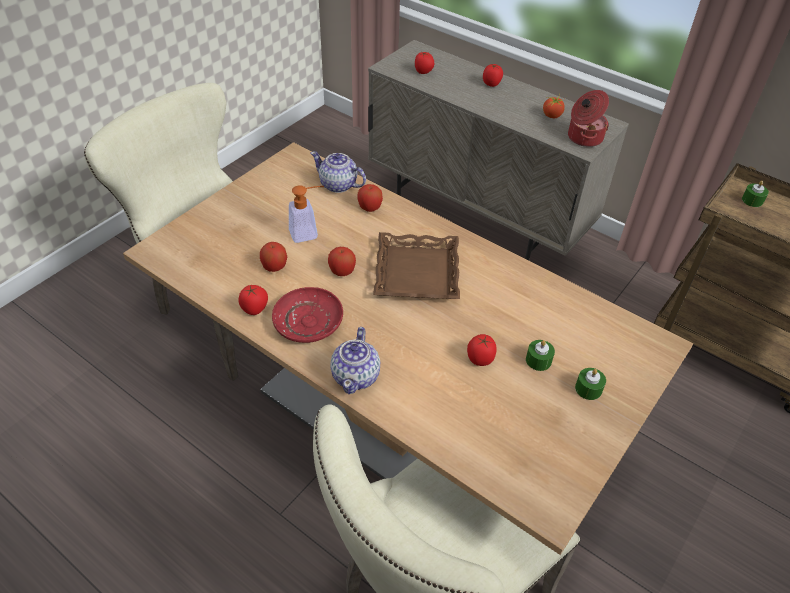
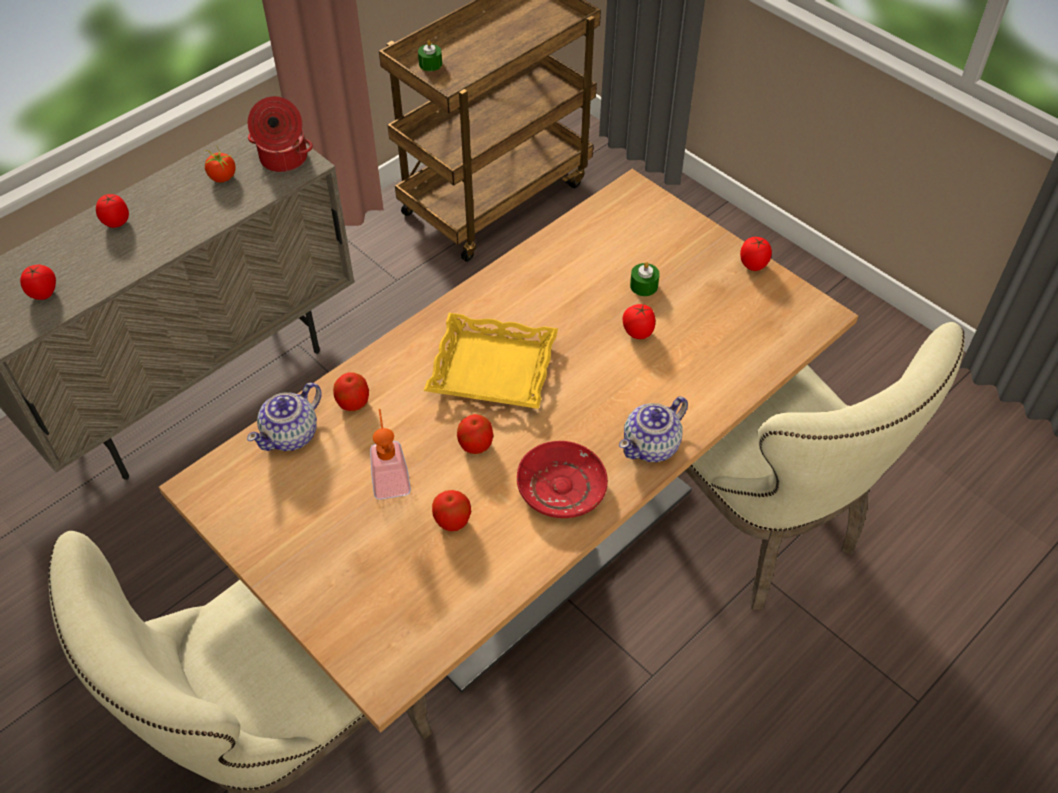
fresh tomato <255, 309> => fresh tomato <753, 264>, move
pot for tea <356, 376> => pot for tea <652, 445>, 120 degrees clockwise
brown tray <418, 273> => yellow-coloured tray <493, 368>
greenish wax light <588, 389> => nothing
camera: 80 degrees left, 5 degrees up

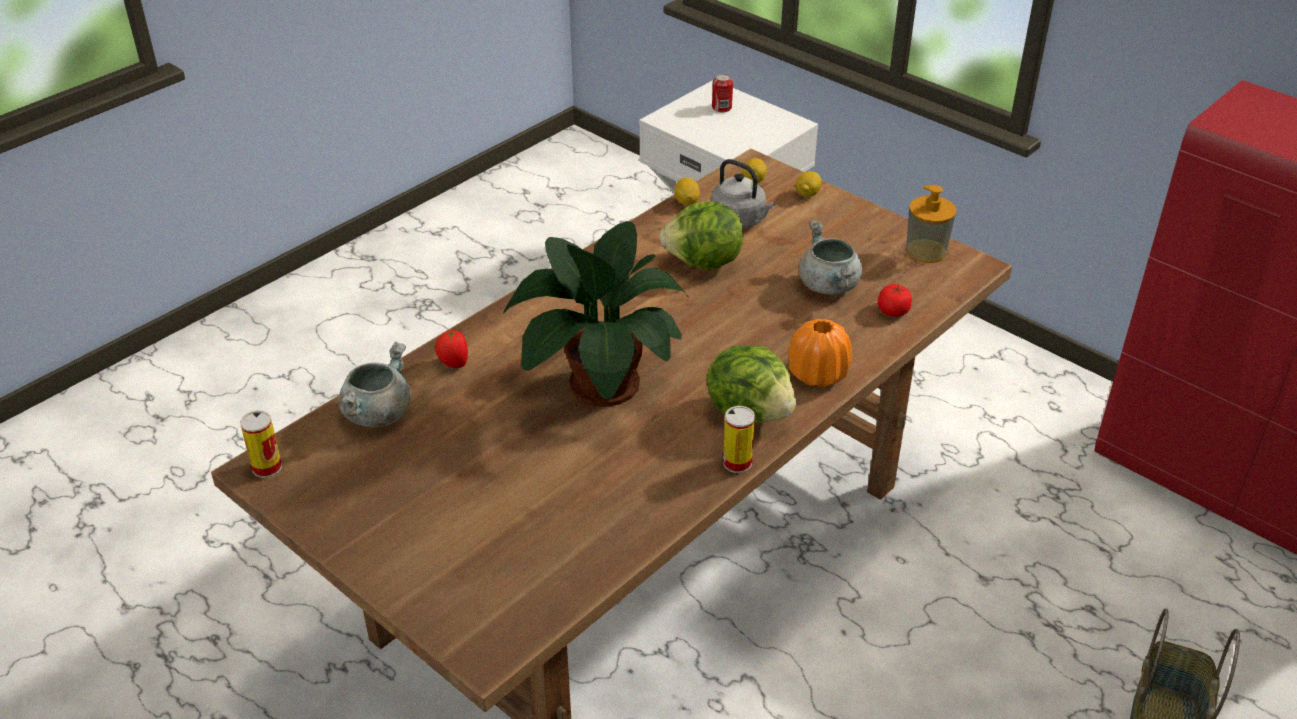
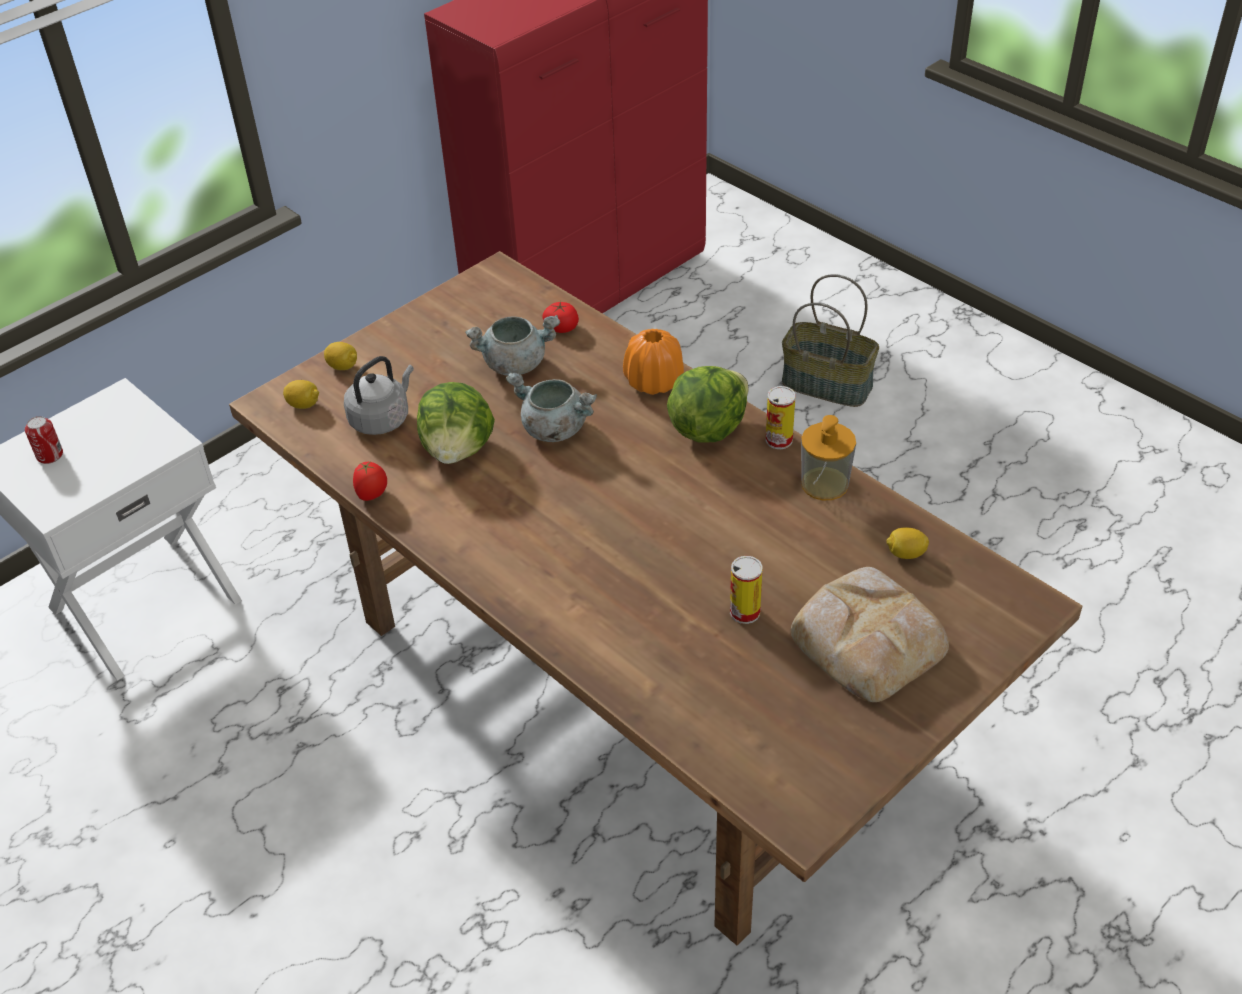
sealed can <267, 467> => sealed can <745, 612>, move
grey cooking pot <377, 413> => grey cooking pot <553, 429>, move
fresh tomato <453, 364> => fresh tomato <372, 495>, move
houseplant <598, 386> => nothing
citrus fruit <686, 202> => citrus fruit <905, 554>, move
soap bottle <926, 251> => soap bottle <824, 484>, move
nothing => baked bread <867, 638>
camera: 85 degrees left, 5 degrees up

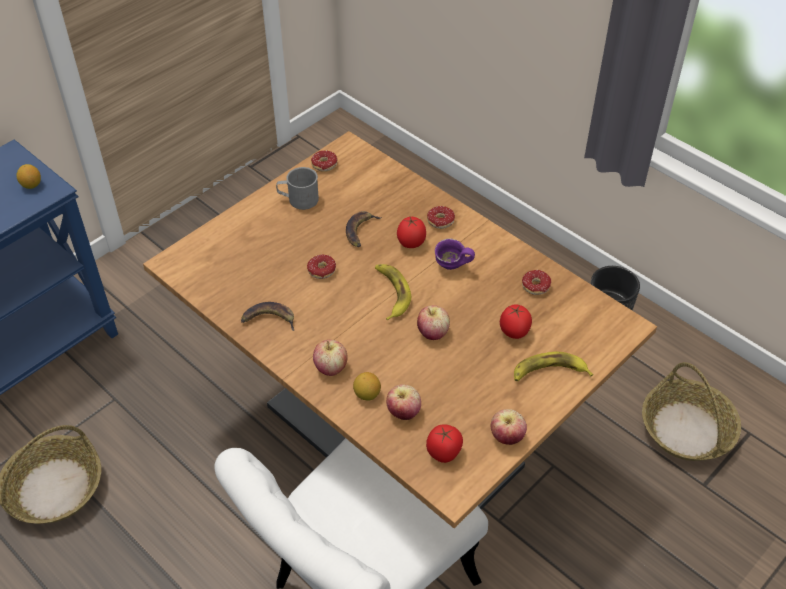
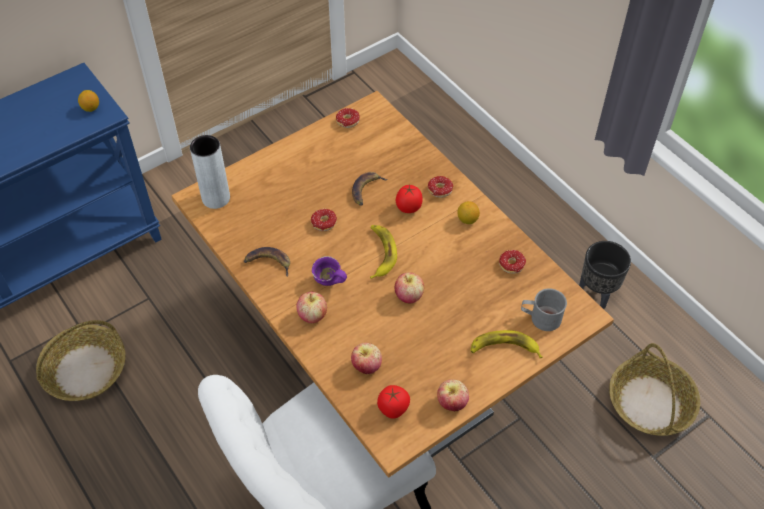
grey mug <298, 199> => grey mug <540, 318>, move
citrus fruit <367, 394> => citrus fruit <467, 220>, move
purple mug <451, 268> => purple mug <328, 283>, move
fresh tomato <514, 332> => nothing
nothing => grey vase <216, 198>
camera: 10 degrees right, 5 degrees up

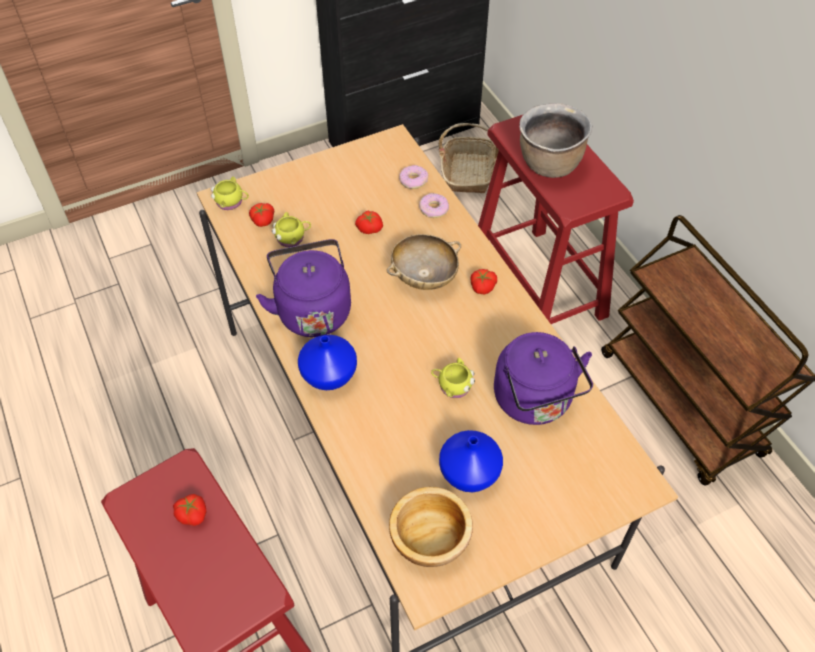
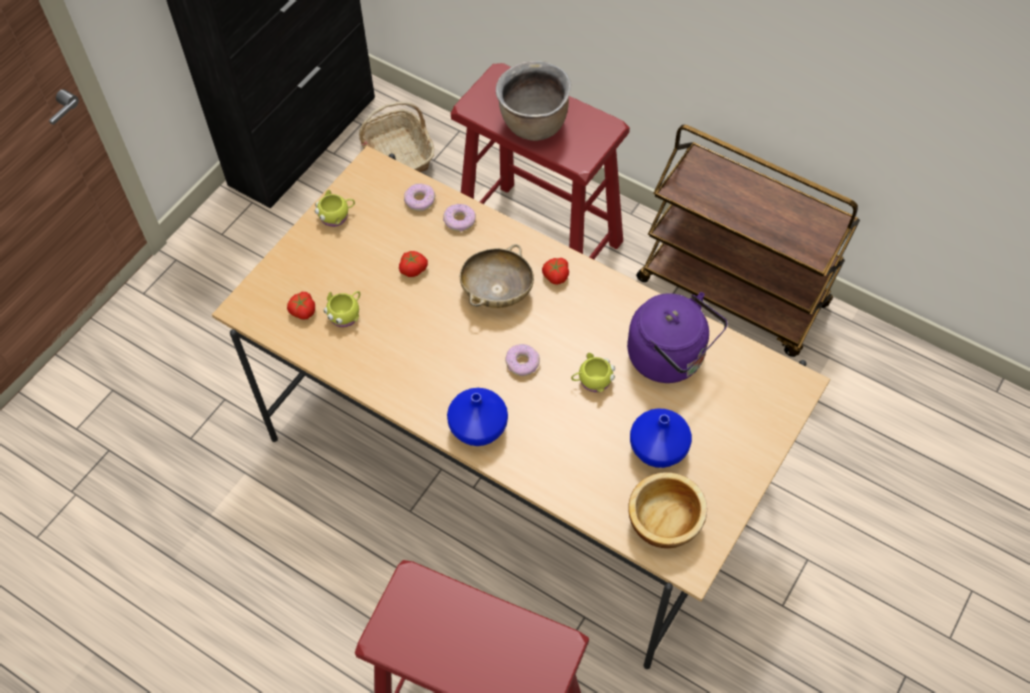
fresh tomato <192, 514> => nothing
yellow-coloured mug <231, 202> => yellow-coloured mug <336, 216>, move
purple tea kettle <312, 309> => nothing
nothing => ring doughnut <522, 363>
camera: 30 degrees left, 5 degrees up

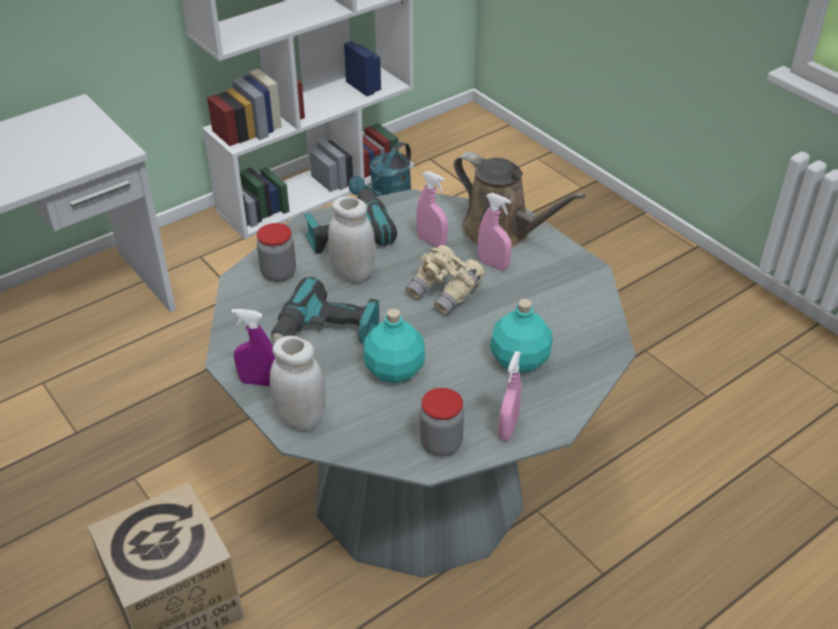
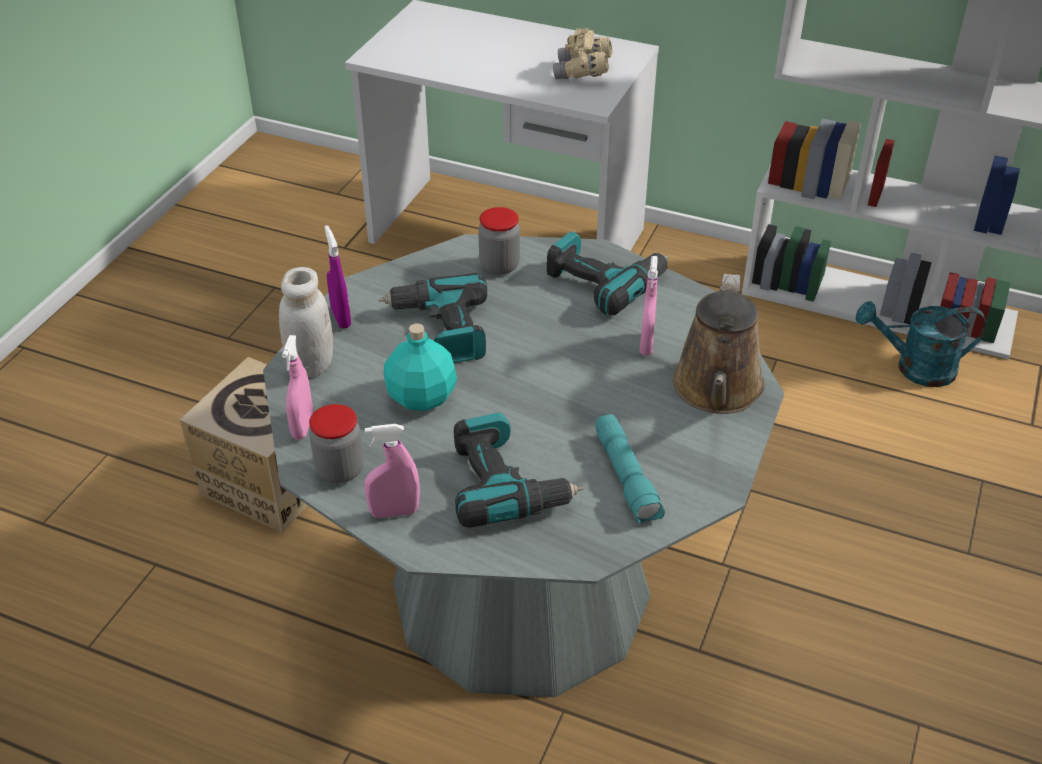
white jar <353, 274> => nothing
sand-coloured field glasses <445, 292> => sand-coloured field glasses <582, 73>, move
pinkish hand sprayer <493, 264> => pinkish hand sprayer <302, 427>, move
turquoise-coloured bottle <520, 361> => drill <506, 484>
nothing => turquoise-coloured hand torch <627, 478>
camera: 60 degrees right, 0 degrees up

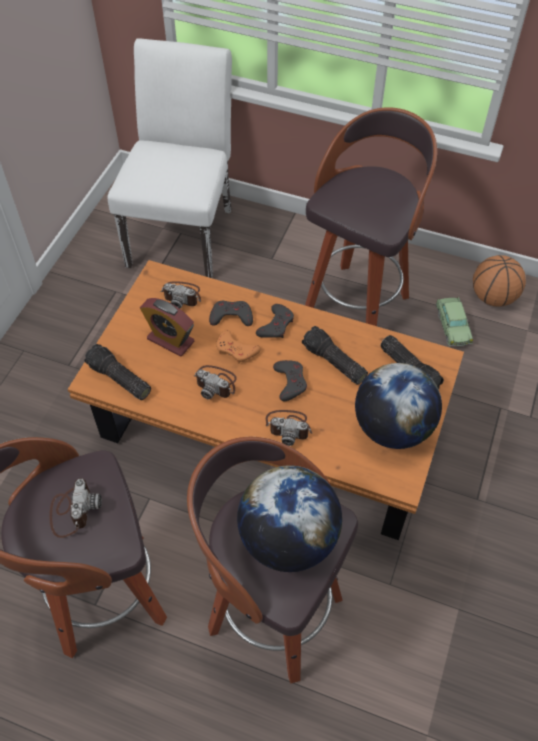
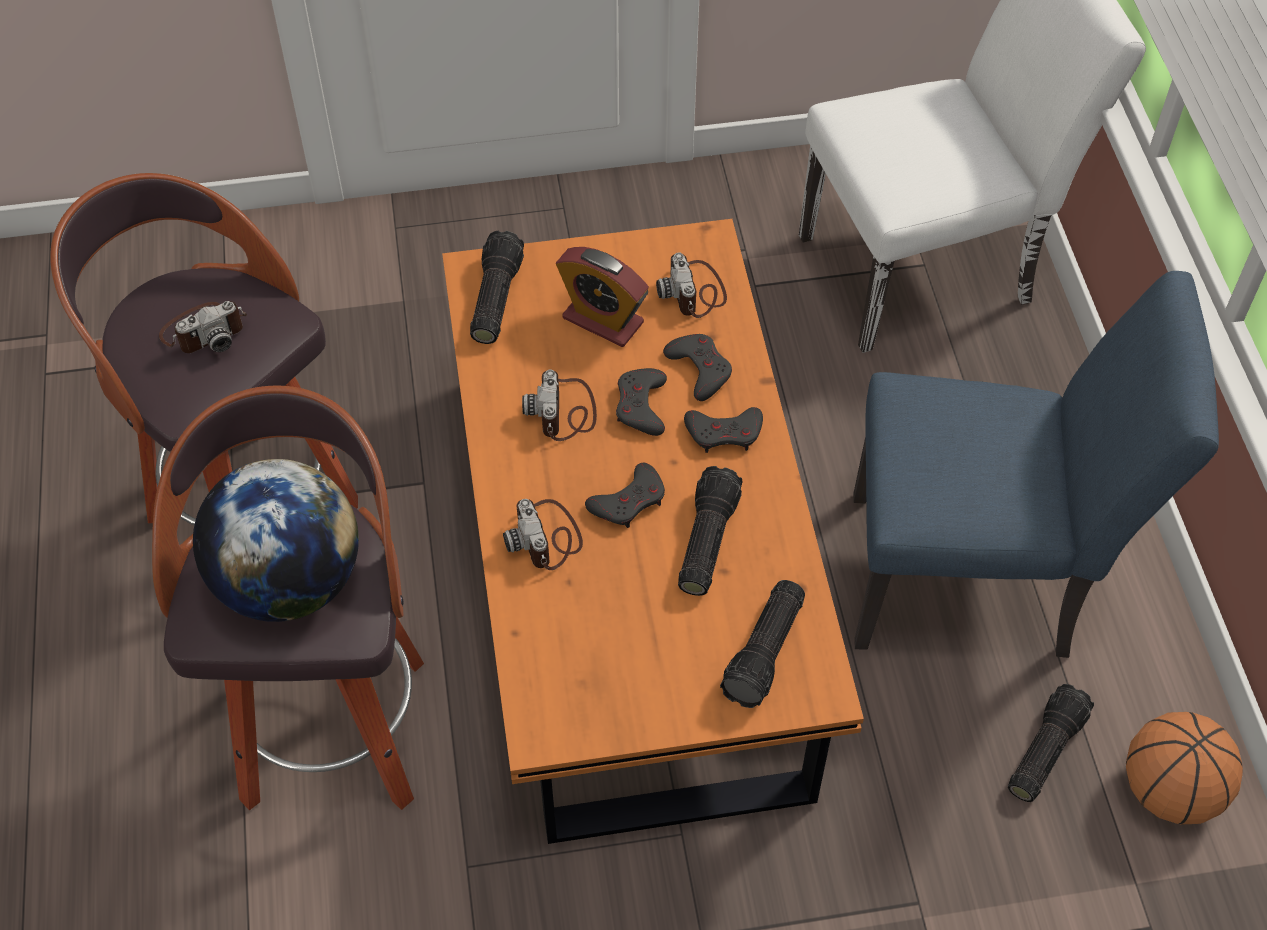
bedside clock <170, 340> => bedside clock <603, 320>, 60 degrees counterclockwise
orangey game controller <236, 350> => grey game controller <641, 406>
stool seat <357, 302> => blue-coloured chair <980, 577>
desk globe <392, 428> => nothing
toy car <452, 326> => hand torch <1043, 749>
camera: 60 degrees right, 0 degrees up

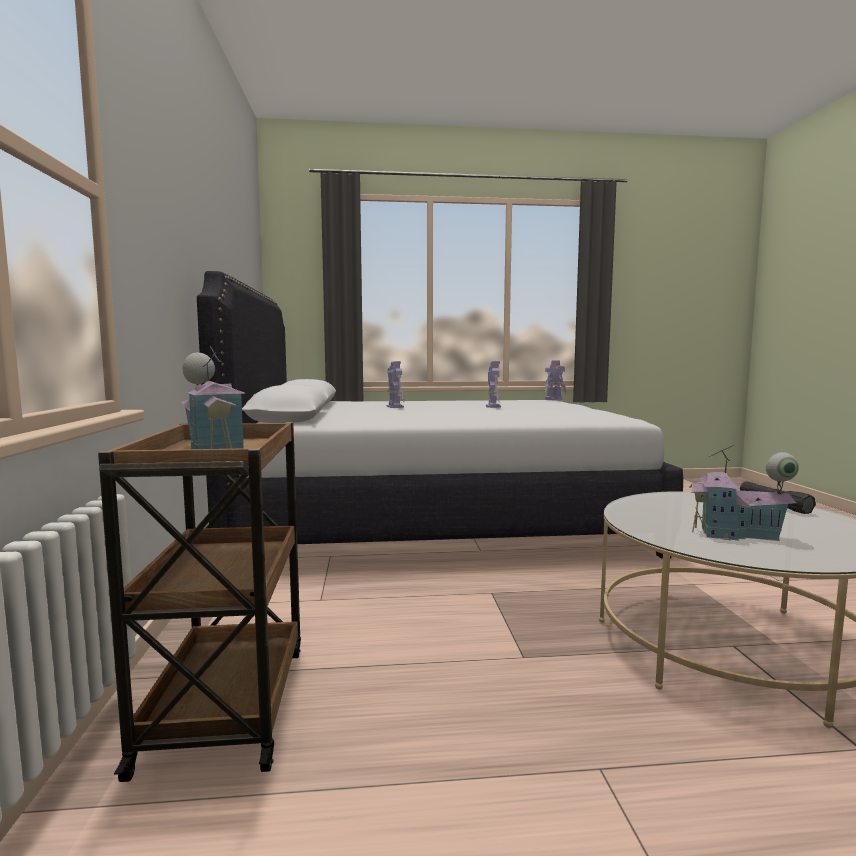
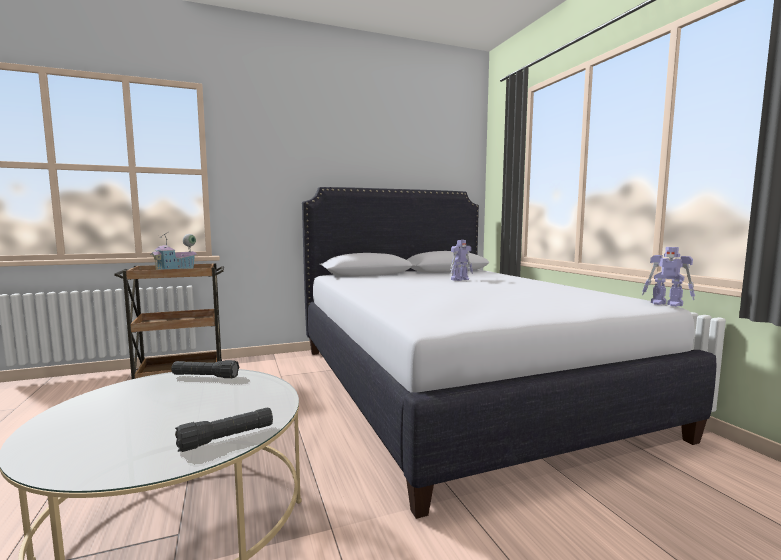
robot figure <493, 406> => nothing
toy house <738, 535> => nothing
nothing => black-coloured hand torch <205, 377>
camera: 75 degrees right, 0 degrees up

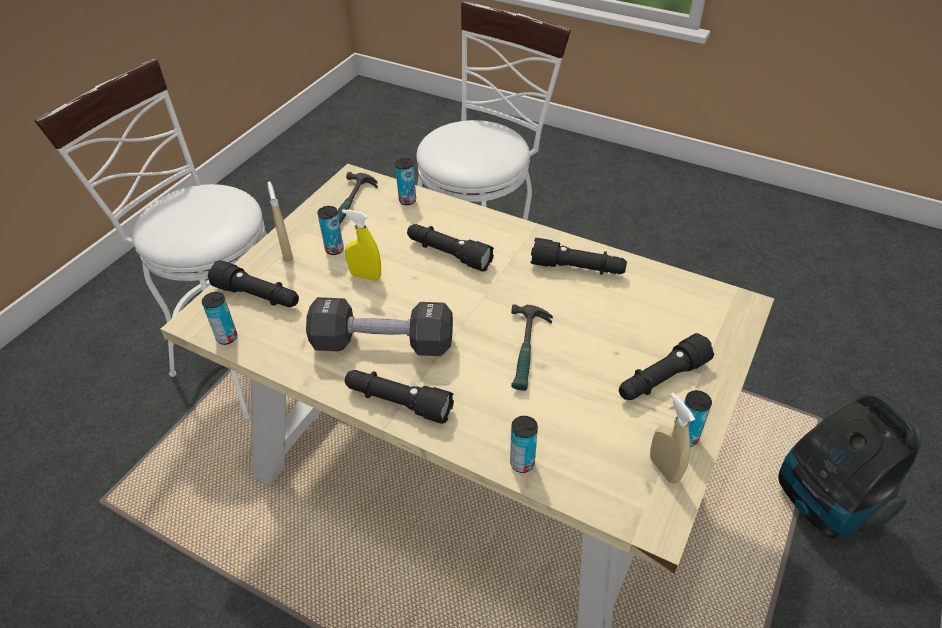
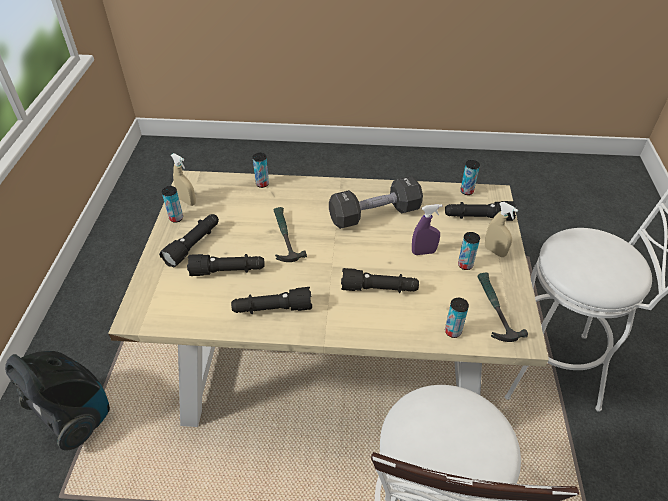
yellow-coloured hand sprayer <365, 276> => purple hand sprayer <423, 252>
black-coloured hand torch <398, 402> => black-coloured hand torch <228, 271>, move
camera: 155 degrees right, 0 degrees up

